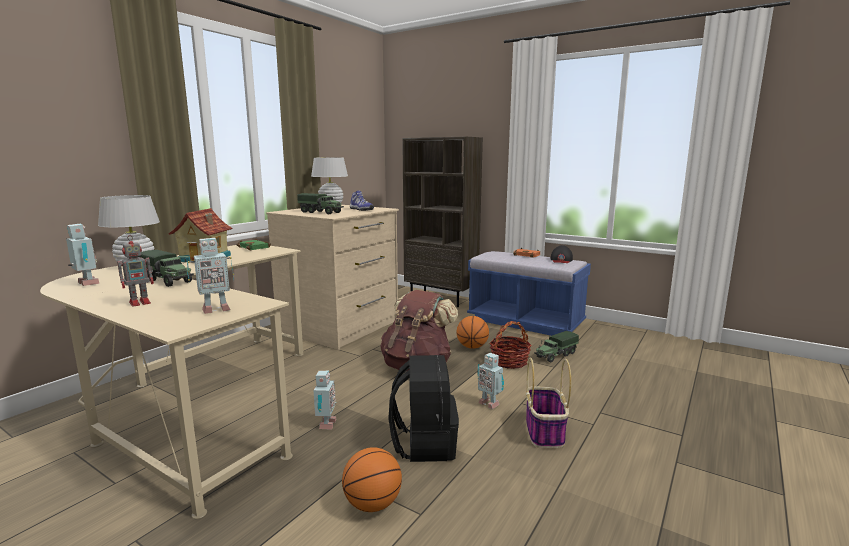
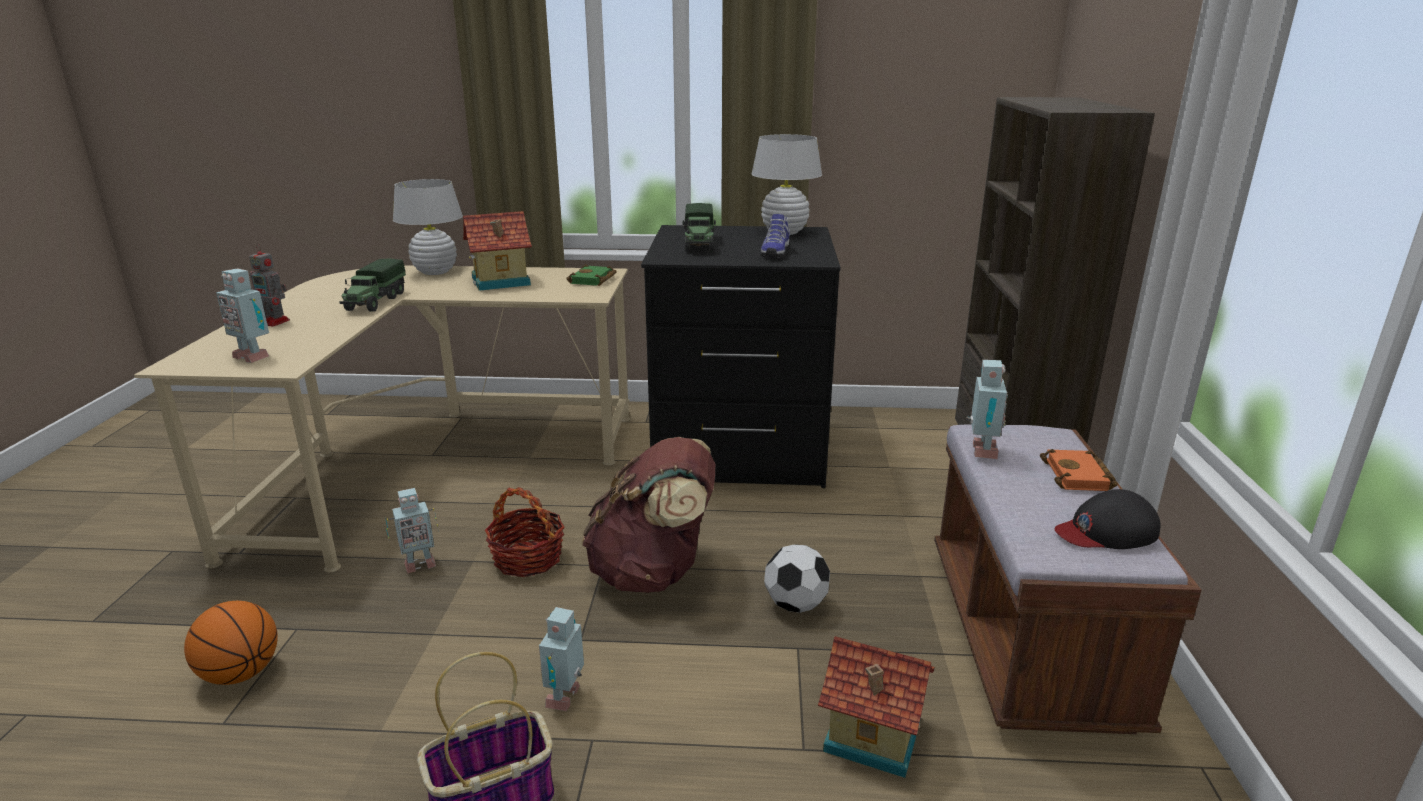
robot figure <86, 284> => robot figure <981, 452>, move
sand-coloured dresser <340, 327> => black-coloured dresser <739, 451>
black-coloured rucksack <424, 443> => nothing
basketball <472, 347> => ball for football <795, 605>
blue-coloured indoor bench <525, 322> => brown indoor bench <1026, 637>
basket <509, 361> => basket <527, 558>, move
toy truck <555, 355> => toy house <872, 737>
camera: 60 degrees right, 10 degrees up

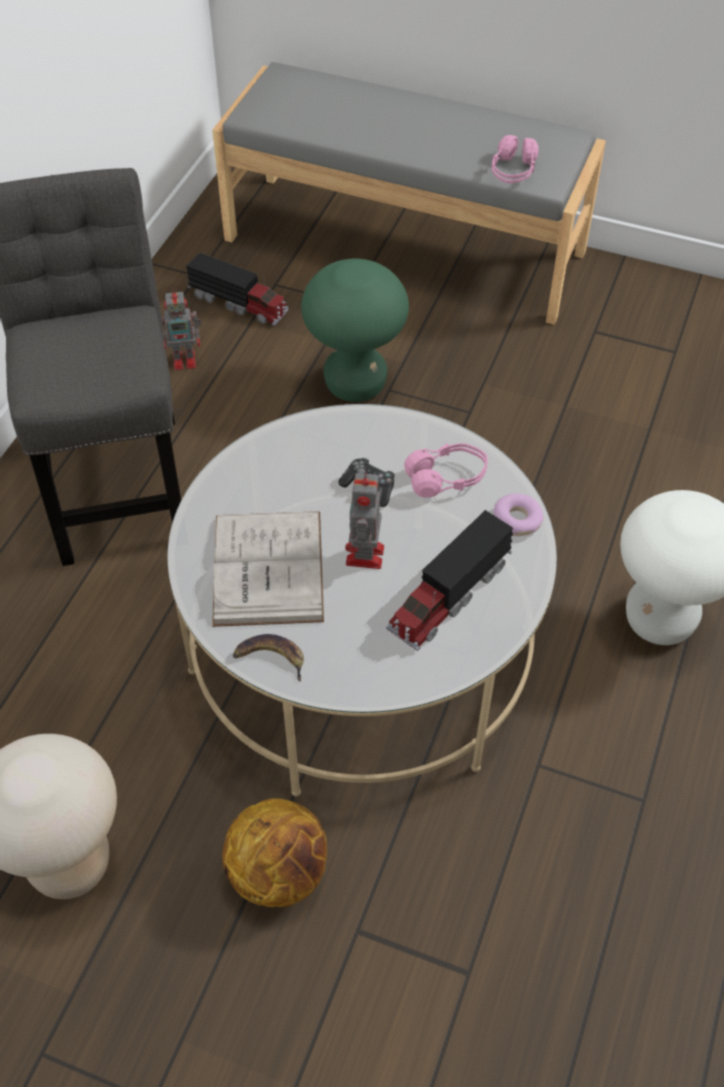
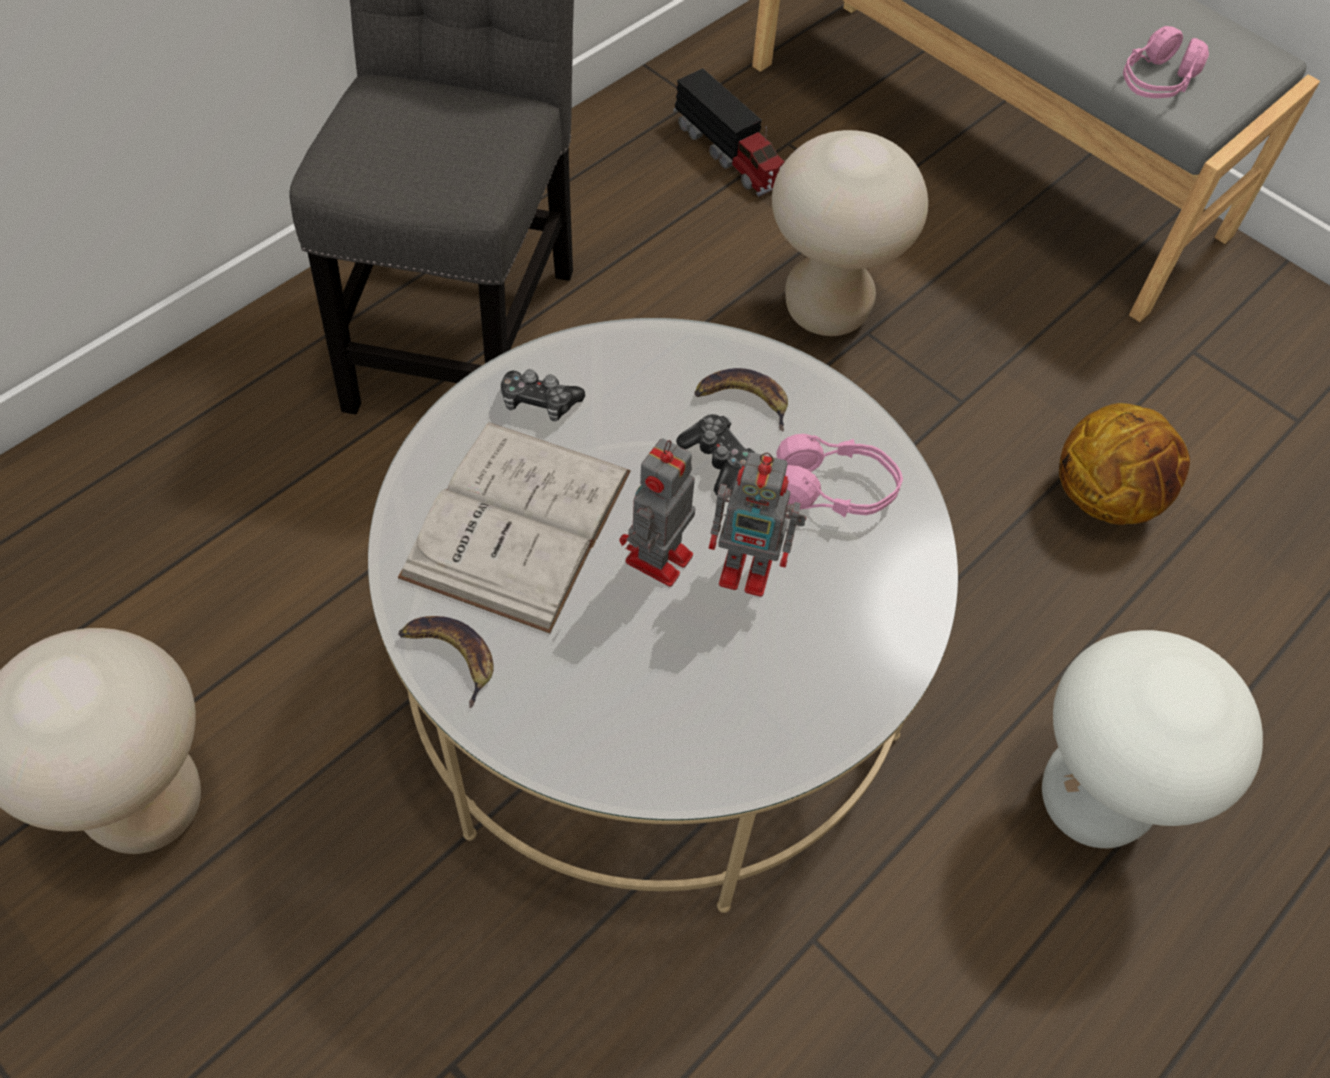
robot figure <186, 360> => robot figure <750, 569>, move
basketball <280, 872> => basketball <1106, 498>, move
greenish stool seat <355, 384> => sand-coloured stool seat <826, 309>
toy truck <448, 596> => nothing
ring doughnut <517, 520> => nothing
nothing => game controller <539, 402>
nothing => banana fruit <742, 400>
camera: 20 degrees right, 5 degrees up

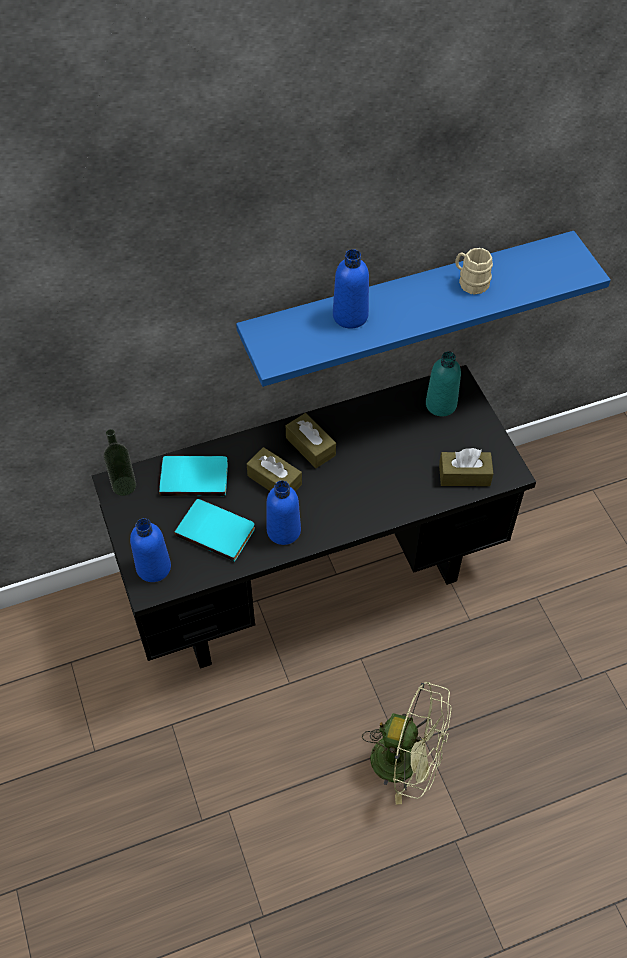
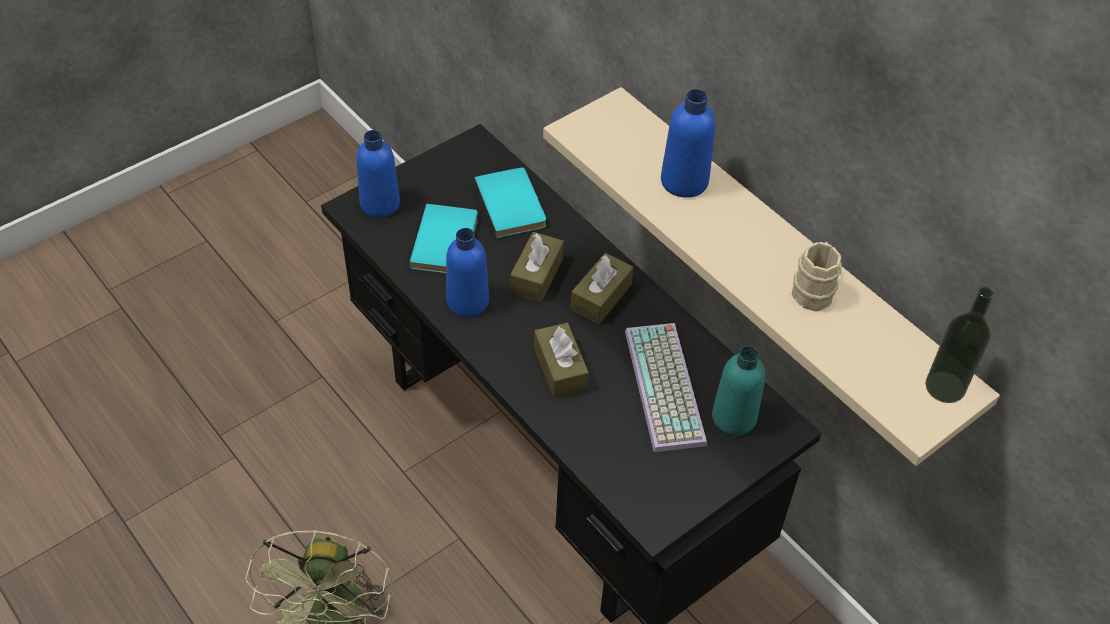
bottle <124, 486> => bottle <945, 387>, move
blue-coloured wall shelf <408, 298> => sand-coloured wall shelf <784, 258>
brown box of tissues <464, 475> => brown box of tissues <560, 368>, move
nothing => computer keyboard <667, 388>
camera: 70 degrees right, 5 degrees down

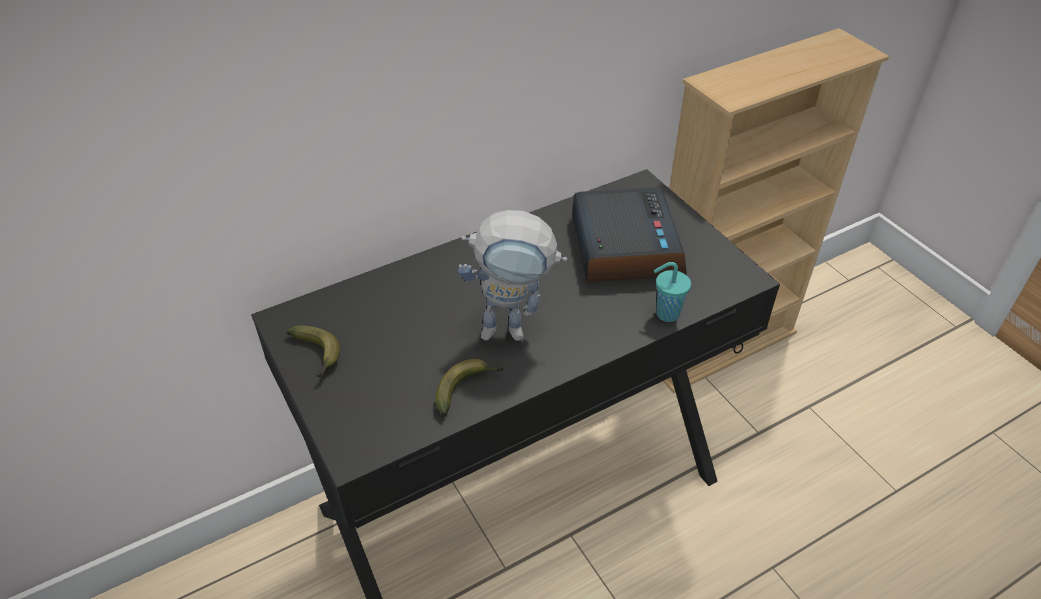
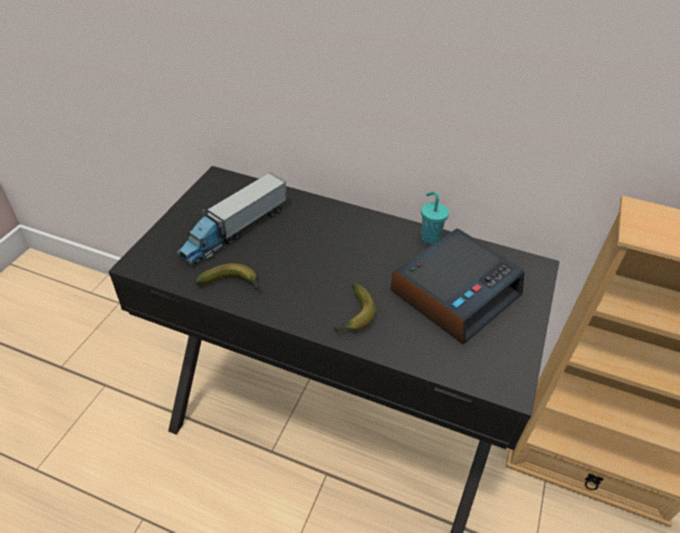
banana fruit <317, 355> => banana fruit <354, 316>, move
robot figure <514, 330> => nothing
turquoise-coloured cup <666, 314> => turquoise-coloured cup <429, 237>, move
nothing => toy truck <234, 231>
camera: 50 degrees right, 0 degrees up

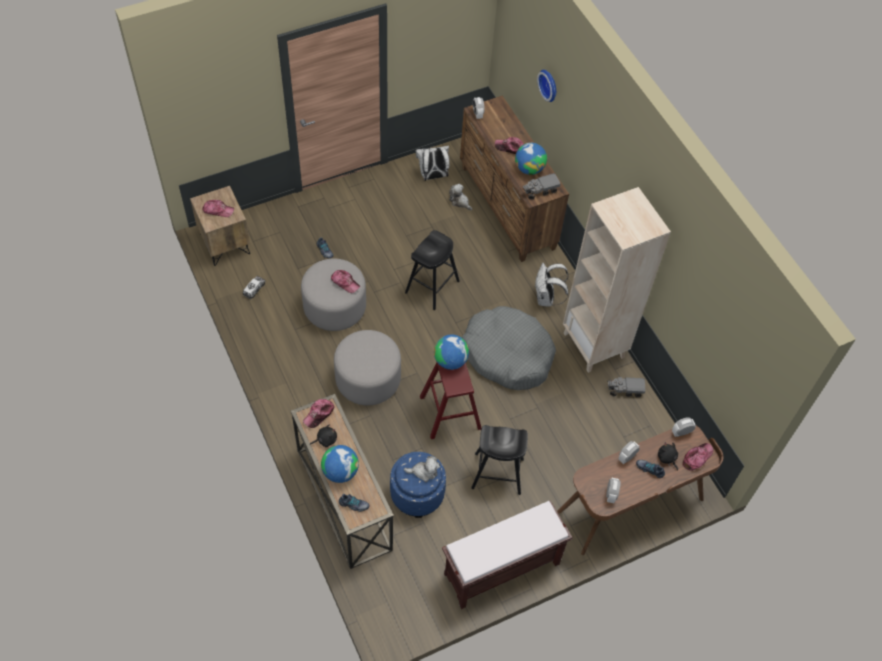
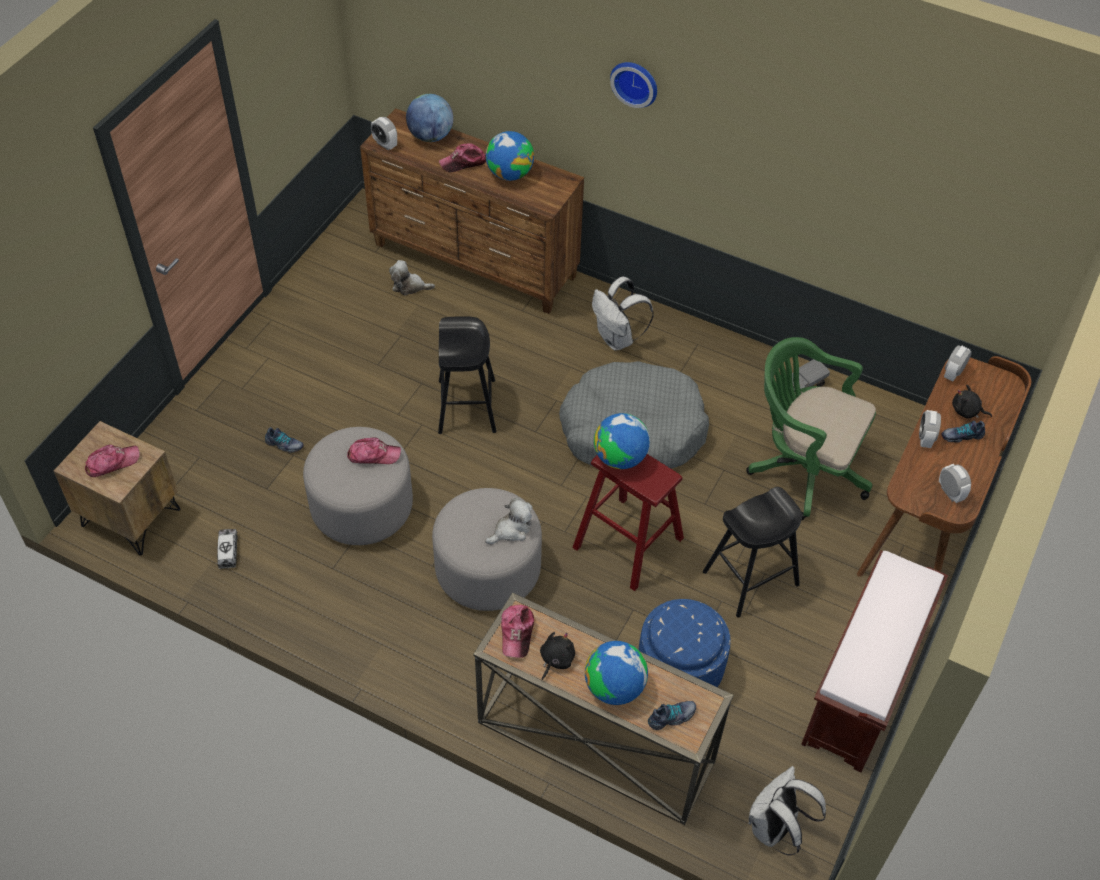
plush toy <424, 472> => plush toy <511, 530>, move
white rucksack <433, 176> => white rucksack <774, 829>, move
toy truck <540, 191> => nothing
wall clock <549, 84> => wall clock <635, 82>, move
sand-coloured bookshelf <594, 345> => nothing
peaked cap <697, 457> => nothing
nothing => desk globe <430, 136>
nothing => greenish desk chair <802, 468>
camera: 35 degrees left, 5 degrees down

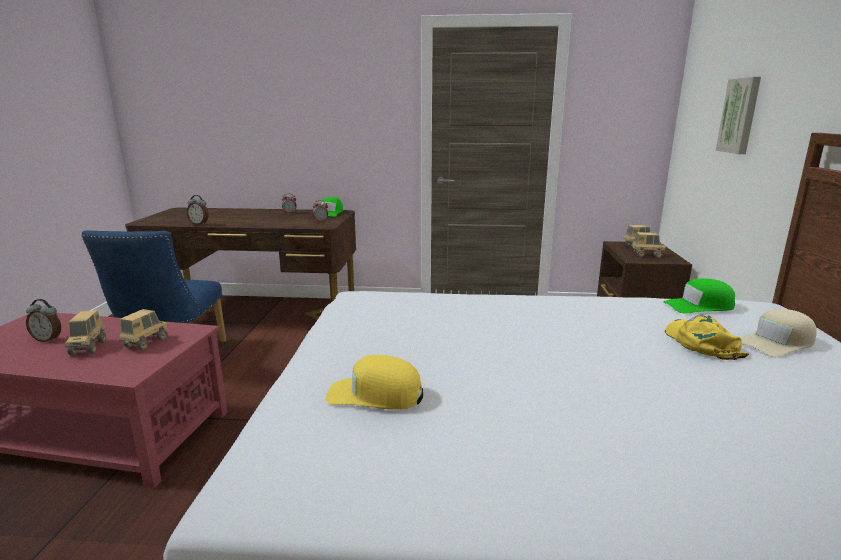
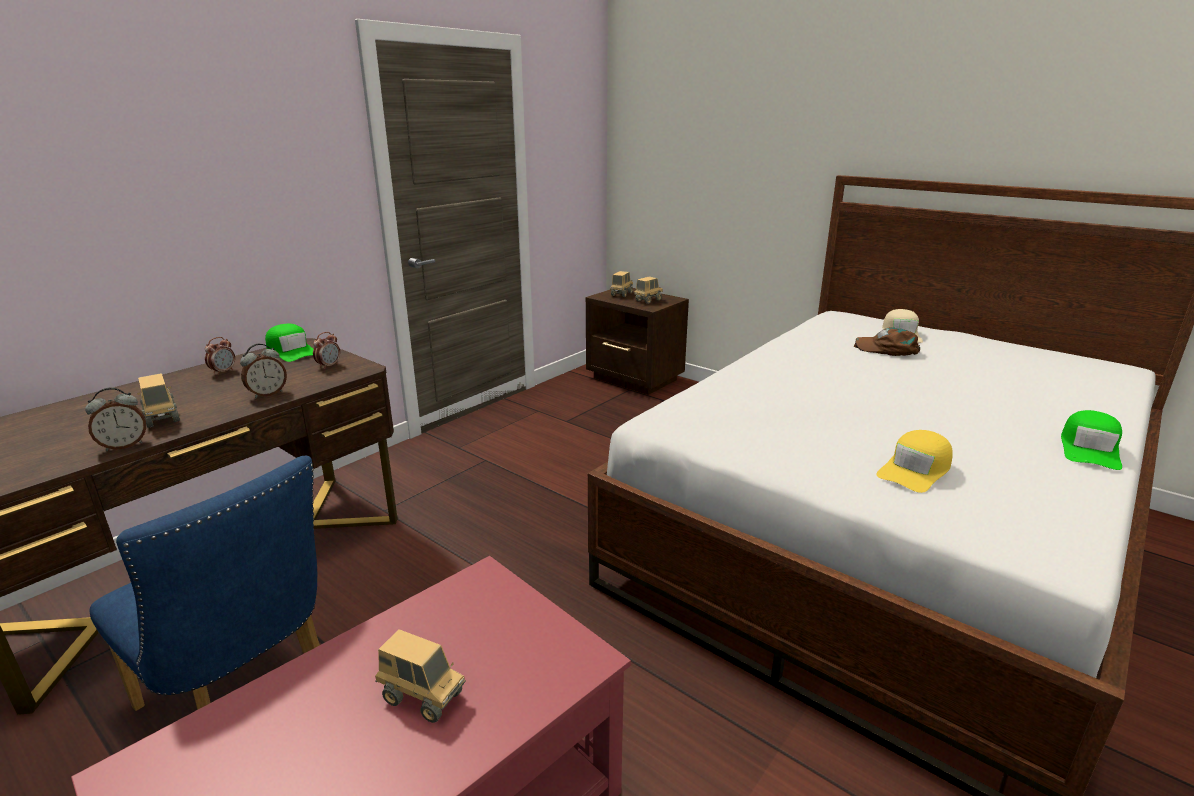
bedside clock <48, 339> => bedside clock <267, 394>, move
toy truck <146, 343> => toy truck <162, 418>, move
greenish peaked cap <699, 306> => greenish peaked cap <1089, 449>, move
yellow-coloured peaked cap <701, 343> => brown peaked cap <887, 349>
wall art <740, 116> => nothing
camera: 55 degrees left, 5 degrees up

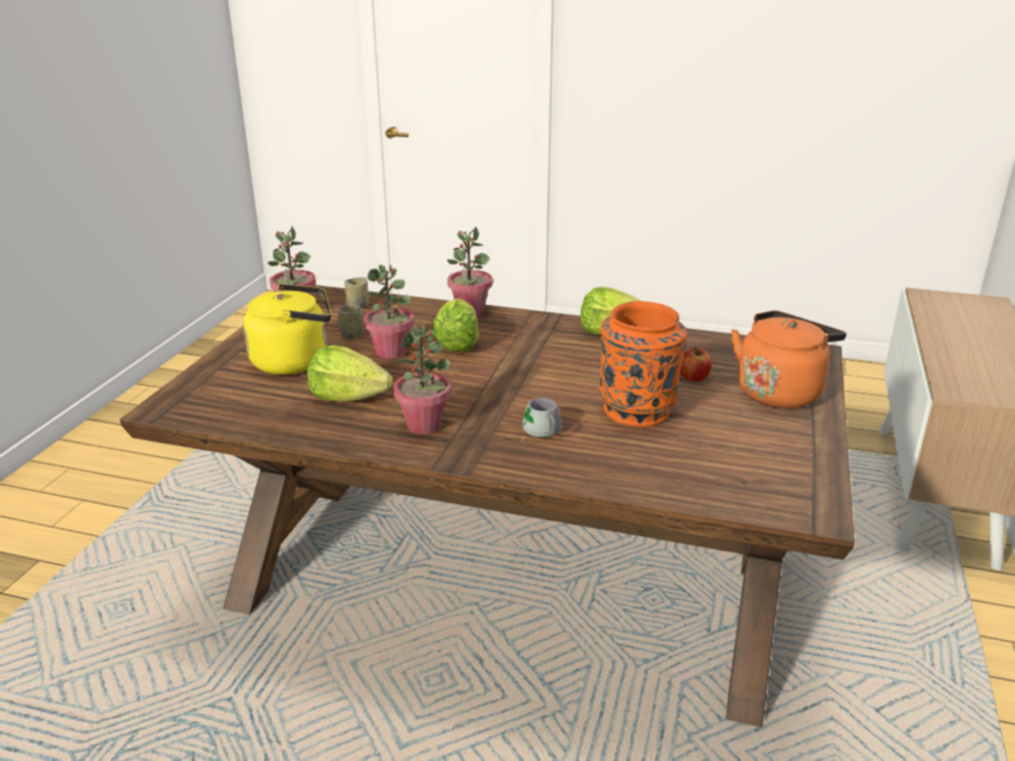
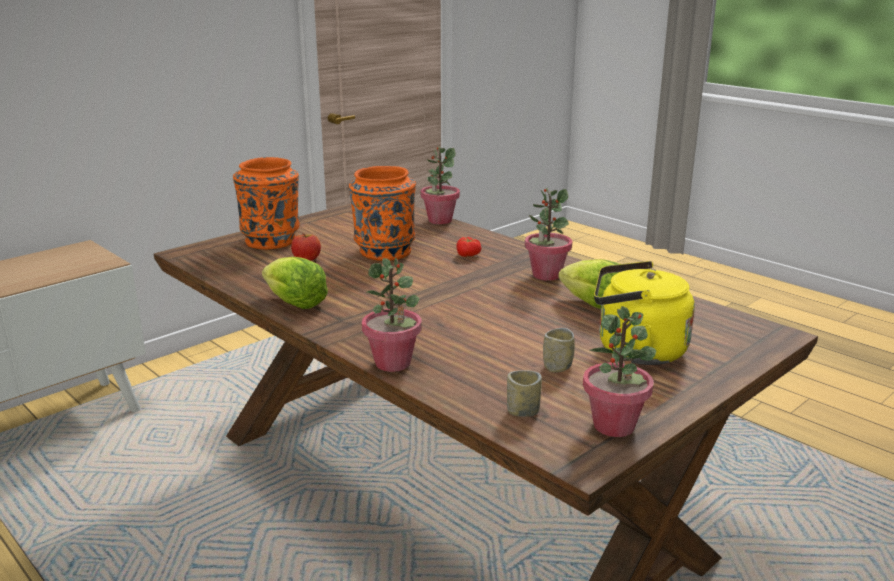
houseplant <391, 352> => houseplant <439, 220>, move
head of lettuce <457, 343> => nothing
grey mug <540, 432> => fresh tomato <468, 255>
orangey tea kettle <780, 391> => orangey vase <271, 240>
camera: 150 degrees left, 5 degrees down

